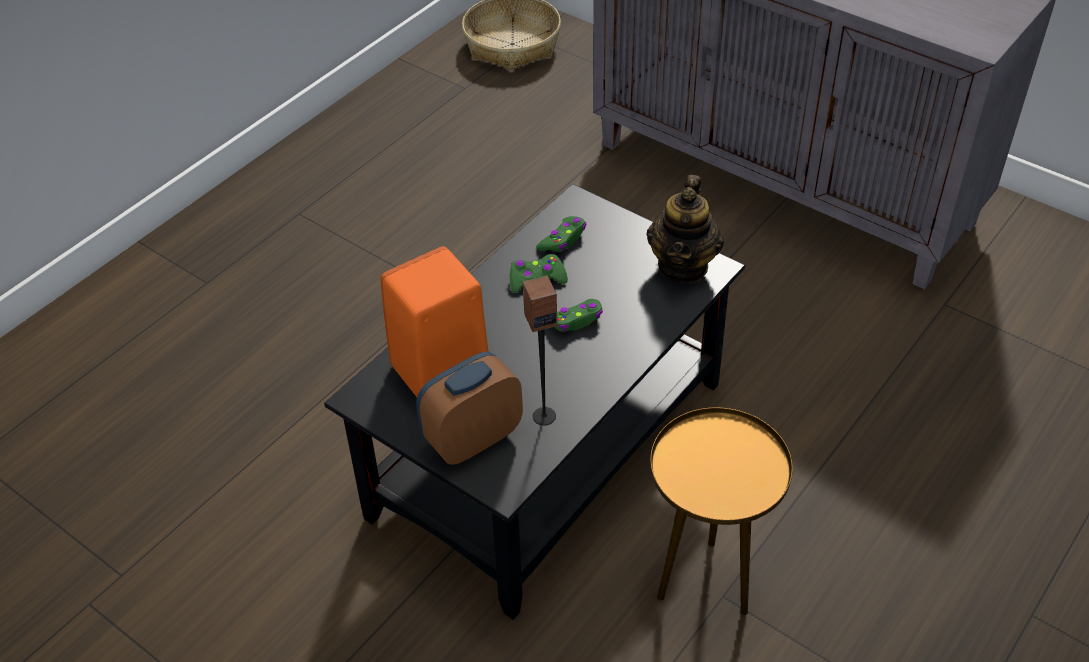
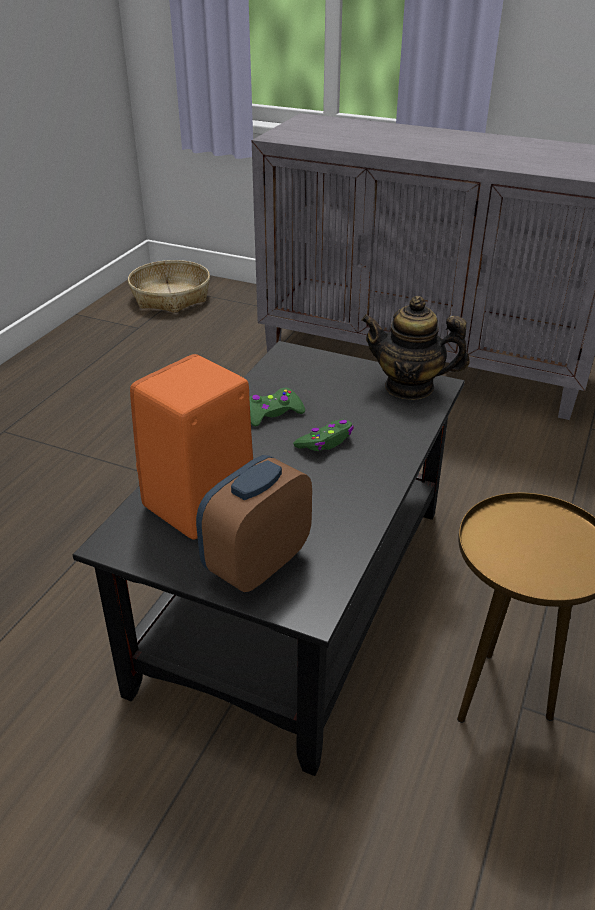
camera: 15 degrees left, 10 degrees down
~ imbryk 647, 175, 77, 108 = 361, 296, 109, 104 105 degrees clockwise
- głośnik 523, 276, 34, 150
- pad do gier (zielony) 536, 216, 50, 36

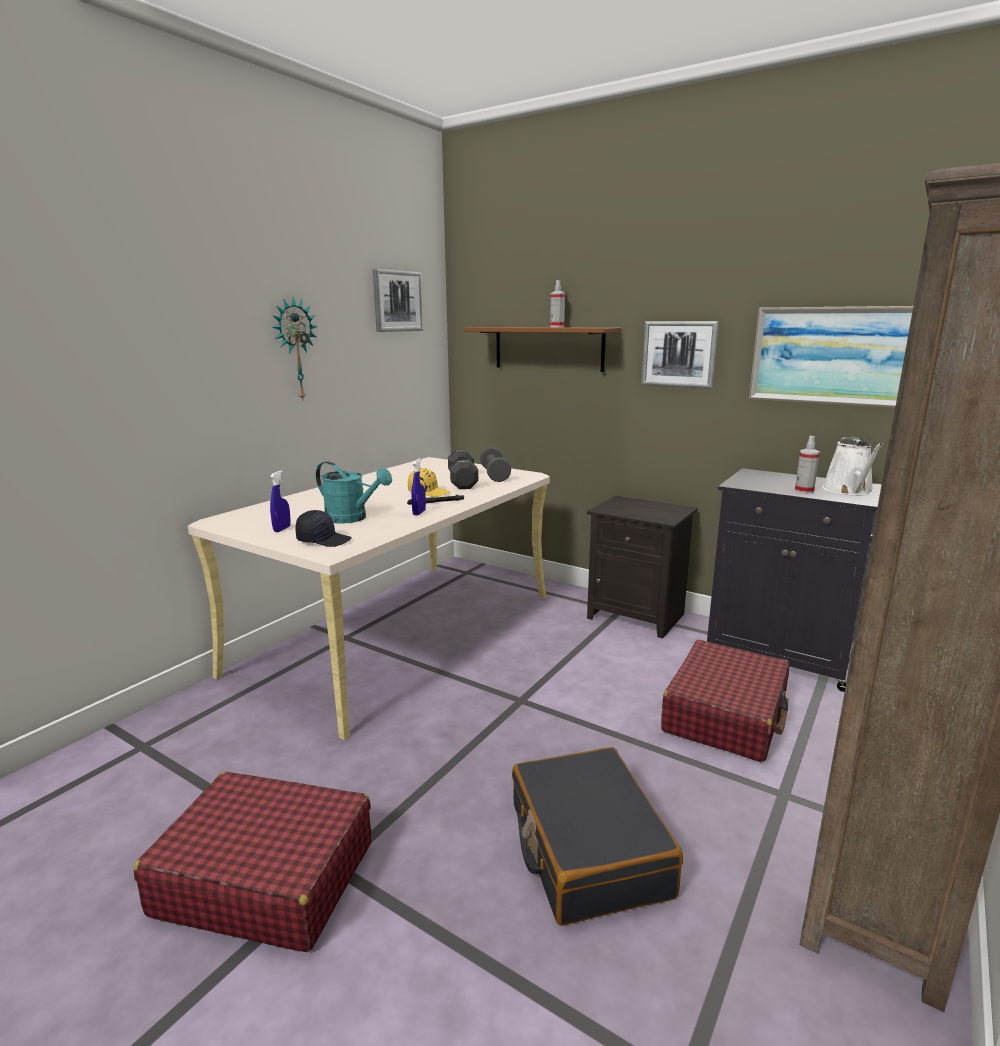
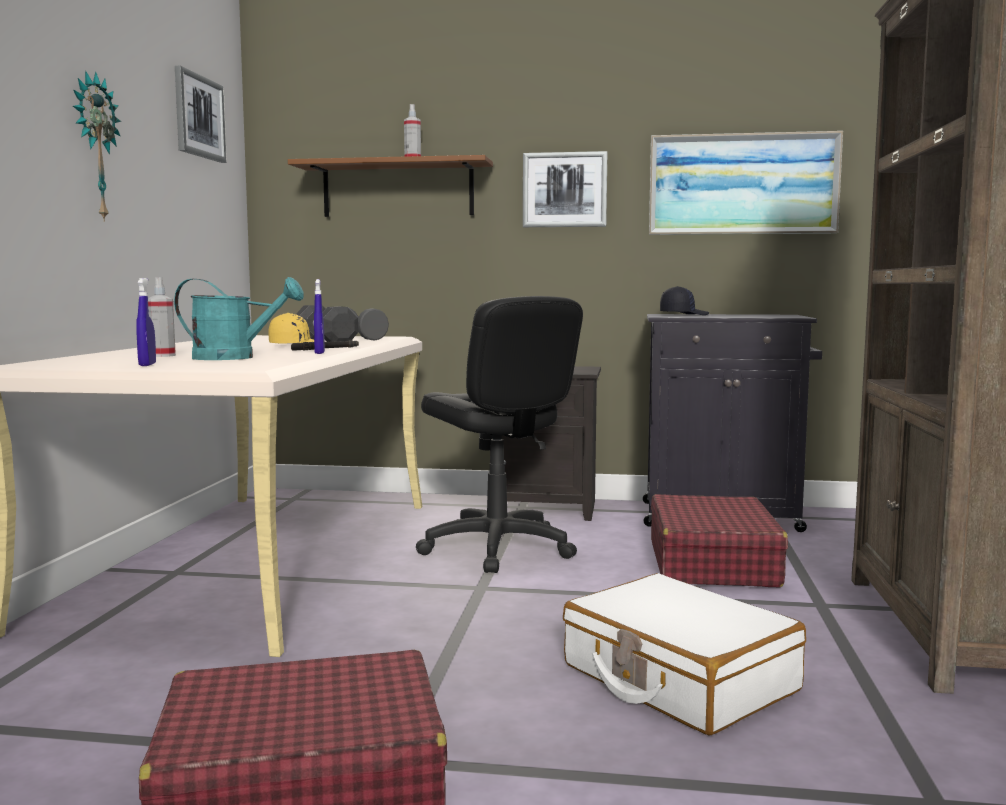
camera: 25 degrees left, 10 degrees down
~ spryskiwacz 795, 436, 25, 58 to 148, 277, 28, 80
+ krzesło biurowe (czarny) 416, 296, 167, 277
~ walizka (czarny) 512, 747, 171, 179 to walizka (biały) 563, 573, 243, 162
~ czapka z daszkiem (czarny) 296, 510, 56, 37 to 660, 286, 49, 29
- konewka (biały) 822, 437, 61, 59

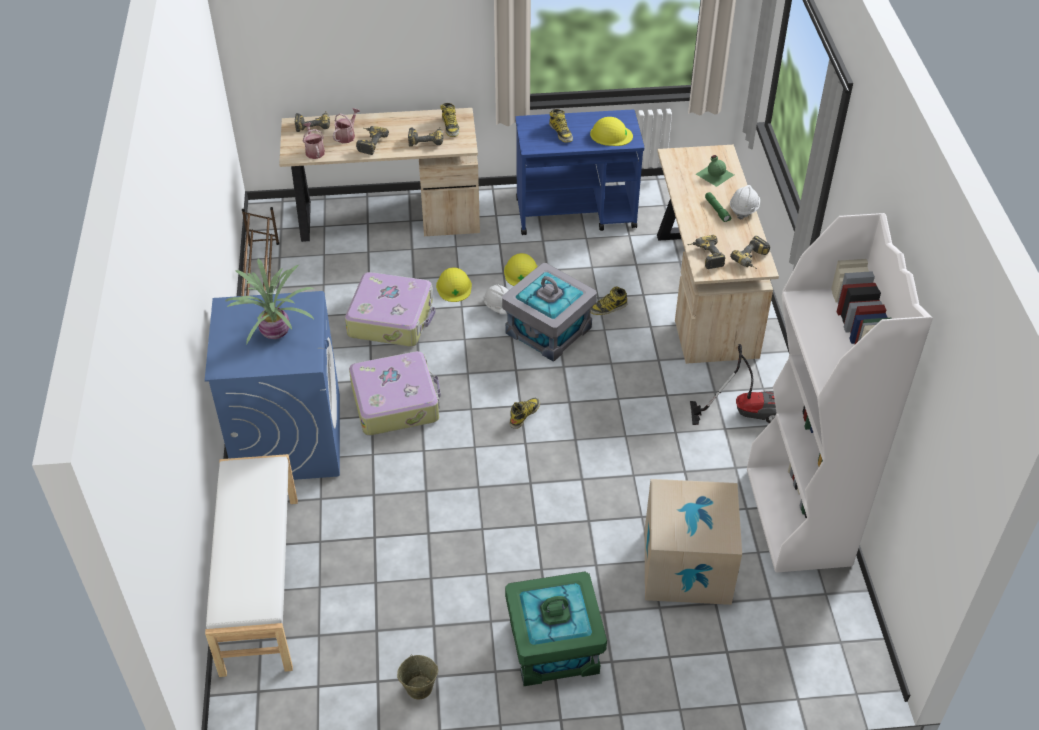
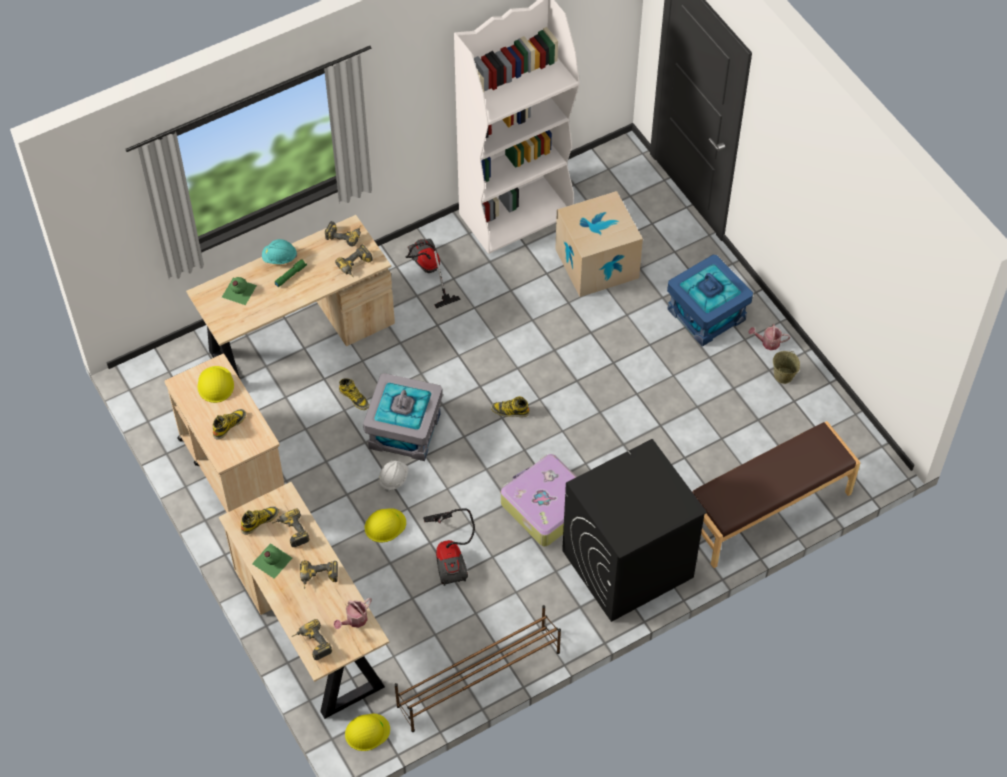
camera: 115 degrees left, 10 degrees up
~ wózek (niebieski) 515, 110, 129, 125 to wózek (beżowy) 164, 354, 121, 159
+ butelka (zielony) 252, 543, 40, 36
~ kask (biały) 730, 185, 30, 35 to kask (turkusowy) 262, 239, 35, 25
~ kask (żółty) 504, 253, 34, 33 to 345, 714, 45, 37
~ walizka 345, 272, 91, 74 to odkurzacz 423, 508, 52, 78
~ pralka (niebieski) 205, 291, 135, 189 to pralka (czarny) 562, 439, 145, 183
~ pojemnik do przechowywania (zielony) 505, 572, 102, 114 to pojemnik do przechowywania (niebieski) 667, 255, 86, 92
~ ławka (biały) 205, 454, 93, 223 to ławka (brązowy) 692, 421, 169, 147
~ konewka 333, 108, 27, 35 to 748, 324, 42, 26
- roślina doniczkowa 225, 259, 89, 86

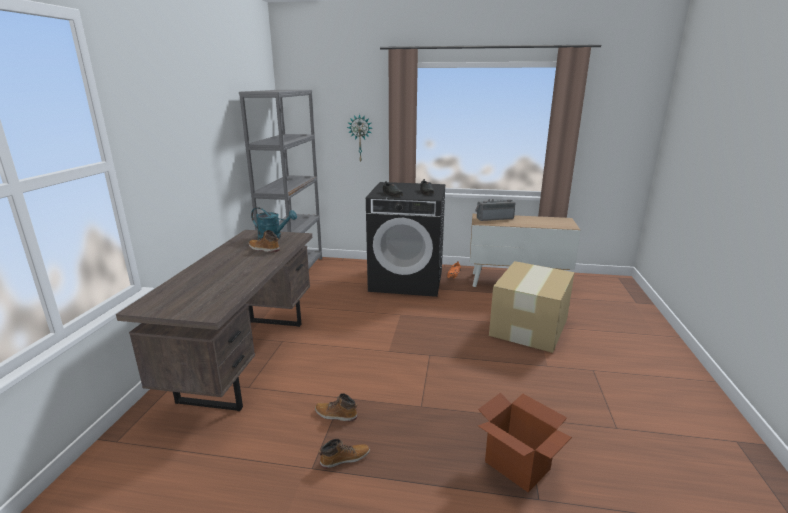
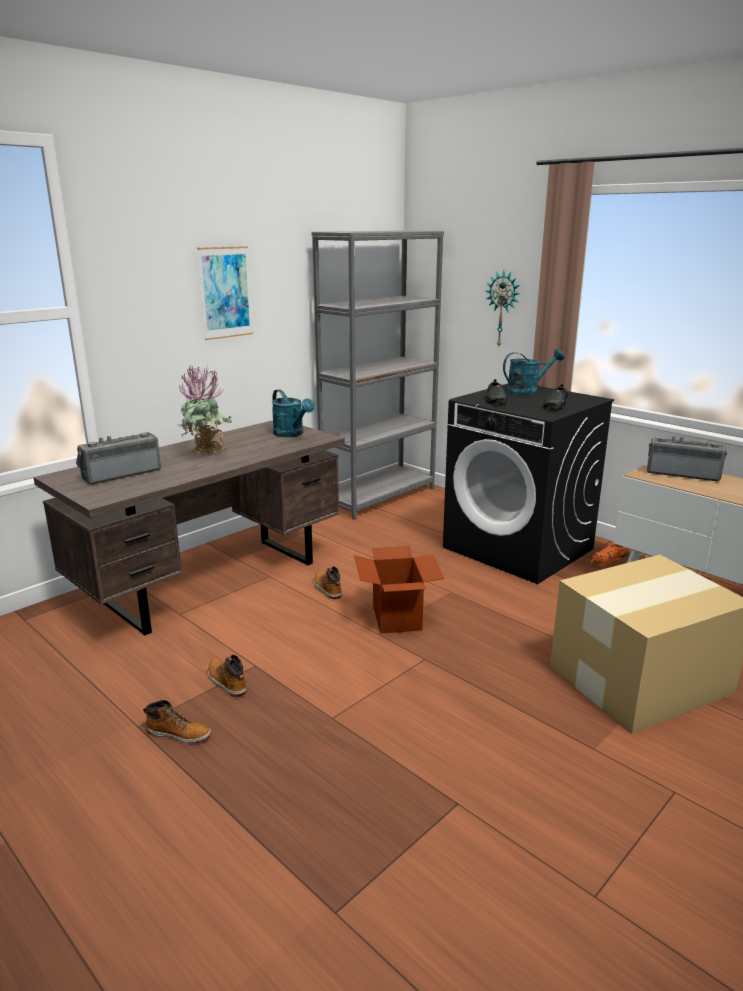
camera: 35 degrees right, 0 degrees up
+ radio 76, 432, 85, 53
+ roślina doniczkowa 177, 366, 56, 90
+ obraz 198, 246, 55, 94
~ but z cholewką 249, 230, 31, 22 to 314, 566, 28, 33
~ karton 478, 393, 94, 99 to 354, 546, 91, 88
+ konewka (turkusowy) 503, 349, 61, 47

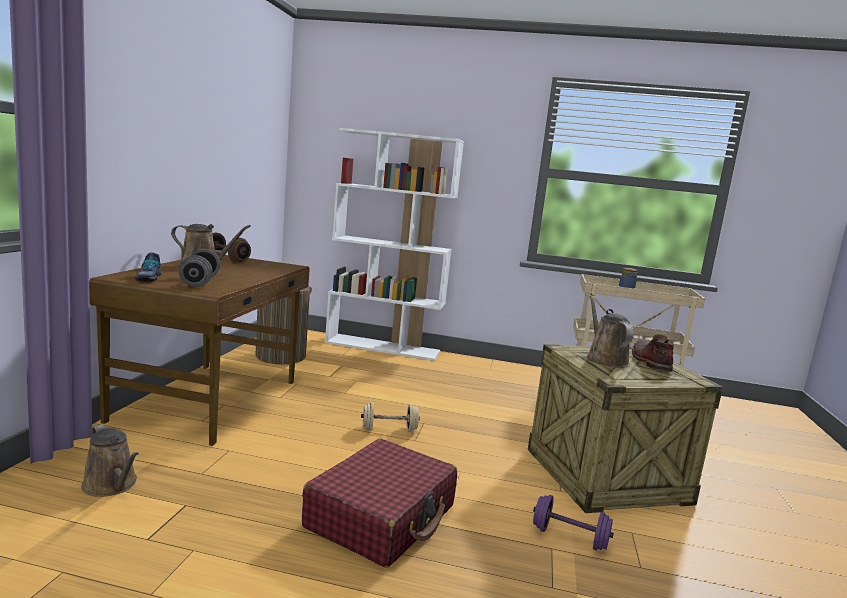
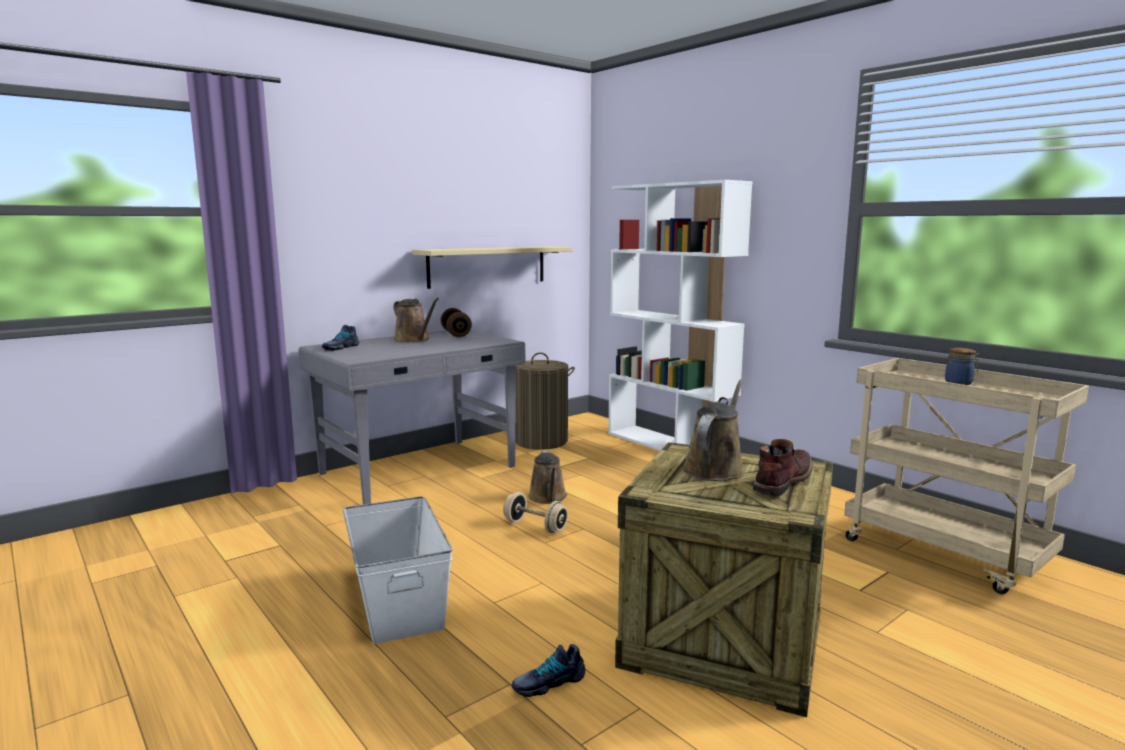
camera: 40 degrees right, 0 degrees up
~ biurko (brązowy) 89, 255, 221, 191 to biurko (szary) 299, 331, 227, 173
~ walizka (czerwony) 302, 439, 155, 129 to pojemnik do przechowywania (biały) 343, 496, 110, 148
+ półka (beżowy) 412, 246, 161, 43
~ hantel (fioletowy) 533, 495, 81, 56 to but 512, 644, 73, 53
~ konewka (brązowy) 81, 424, 58, 73 to 528, 450, 39, 54
- hantel (szary) 179, 249, 41, 38

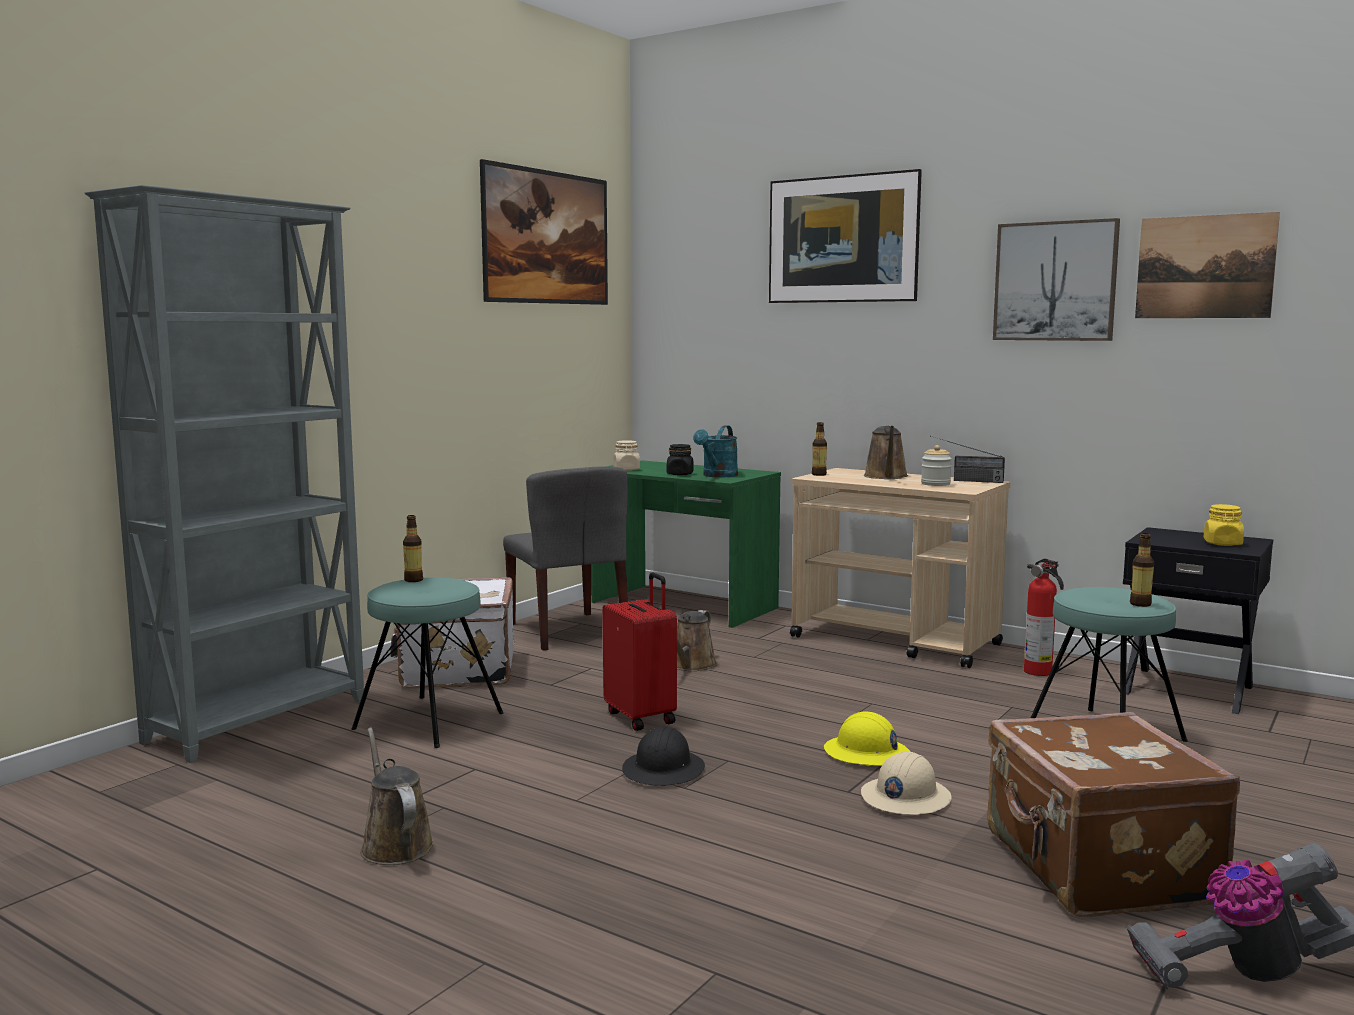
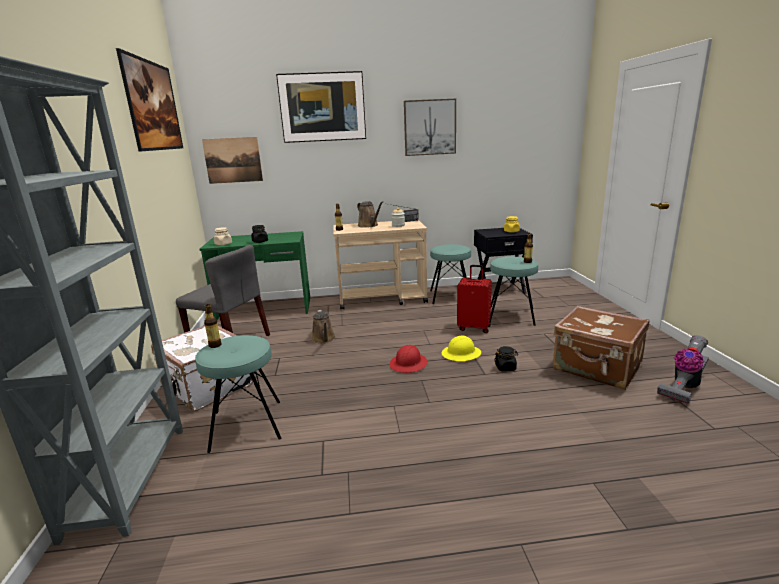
camera: 40 degrees left, 10 degrees up
~ obraz 1135, 212, 145, 106 to 202, 137, 61, 47
+ kask (czerwony) 390, 345, 37, 28
~ gaśnica 1024, 558, 40, 118 to stołek (turkusowy) 430, 244, 41, 60
~ walizka (czerwony) 602, 573, 75, 158 to 457, 265, 35, 68
~ kask (beżowy) 861, 751, 91, 64 to słoik (czarny) 494, 346, 25, 25
- konewka (brązowy) 360, 728, 74, 137
- kask (czarny) 622, 726, 83, 60
- konewka (turkusowy) 693, 425, 45, 52

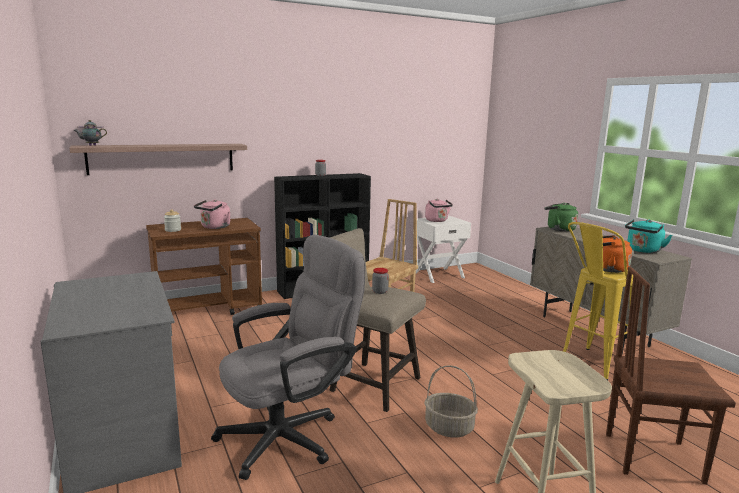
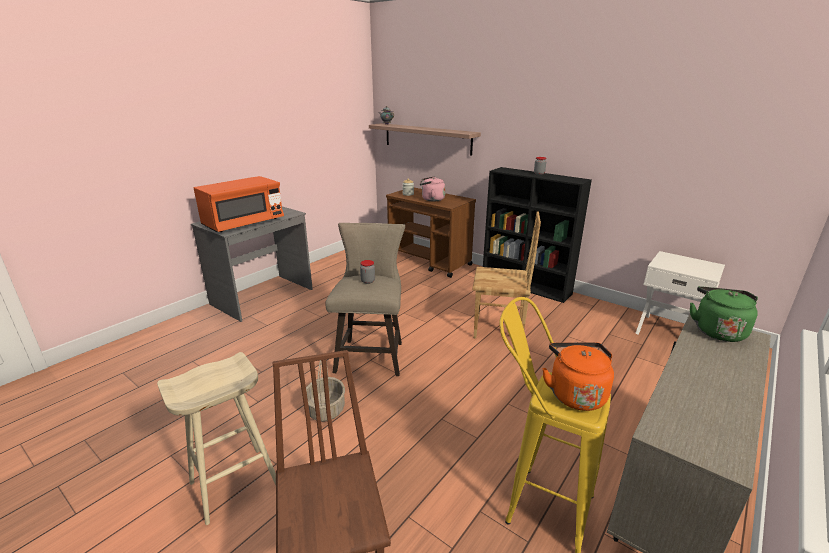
camera: 65 degrees right, 10 degrees up
+ mikrofalówka (pomarańczowy) 194, 176, 90, 56
- krzesło biurowe (szary) 211, 234, 155, 246
- czajnik (różowy) 425, 199, 28, 23
- czajnik (turkusowy) 625, 219, 47, 34

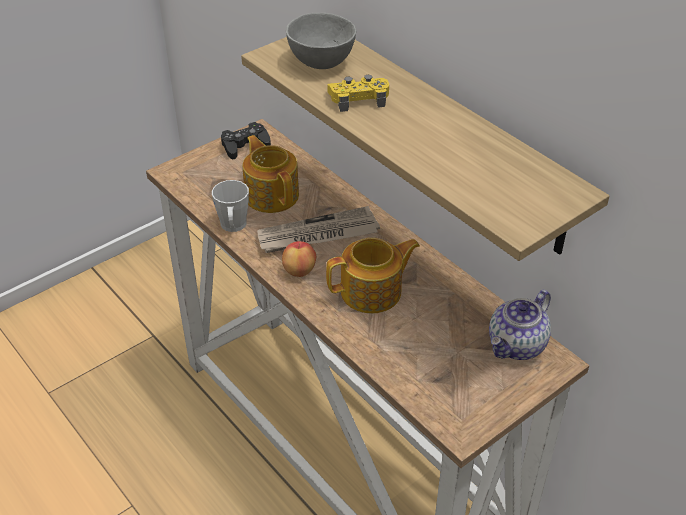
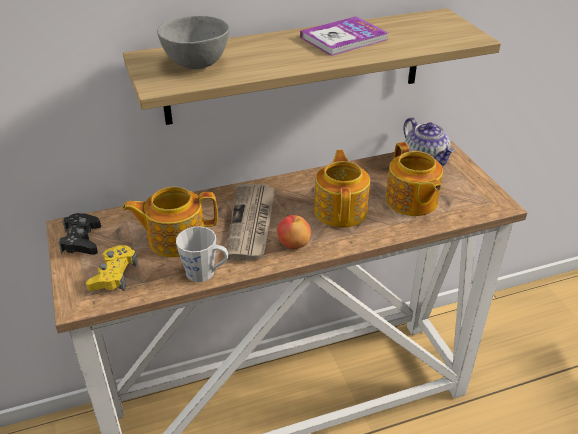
camera: 70 degrees left, 5 degrees down
~ pad do gier (żółty) 327, 75, 62, 37 to 86, 245, 52, 46
+ książka 300, 16, 89, 40
+ imbryk 386, 142, 57, 74

